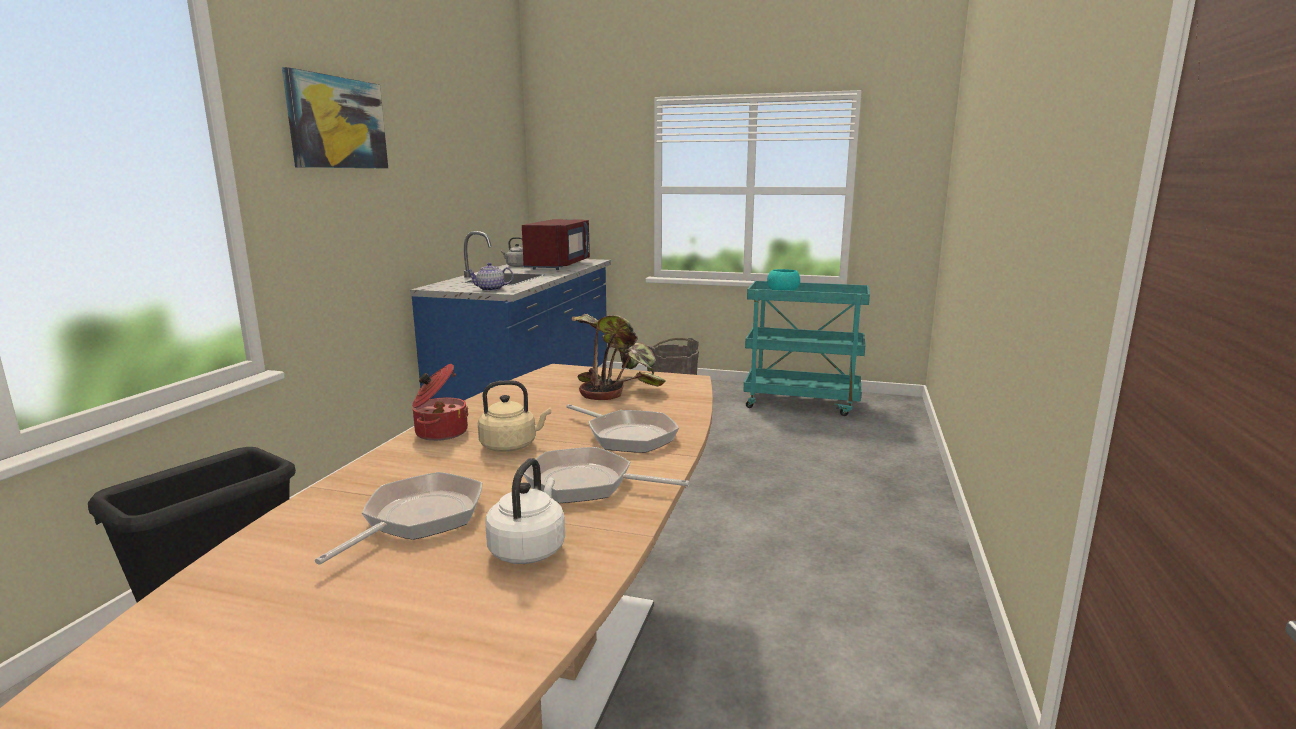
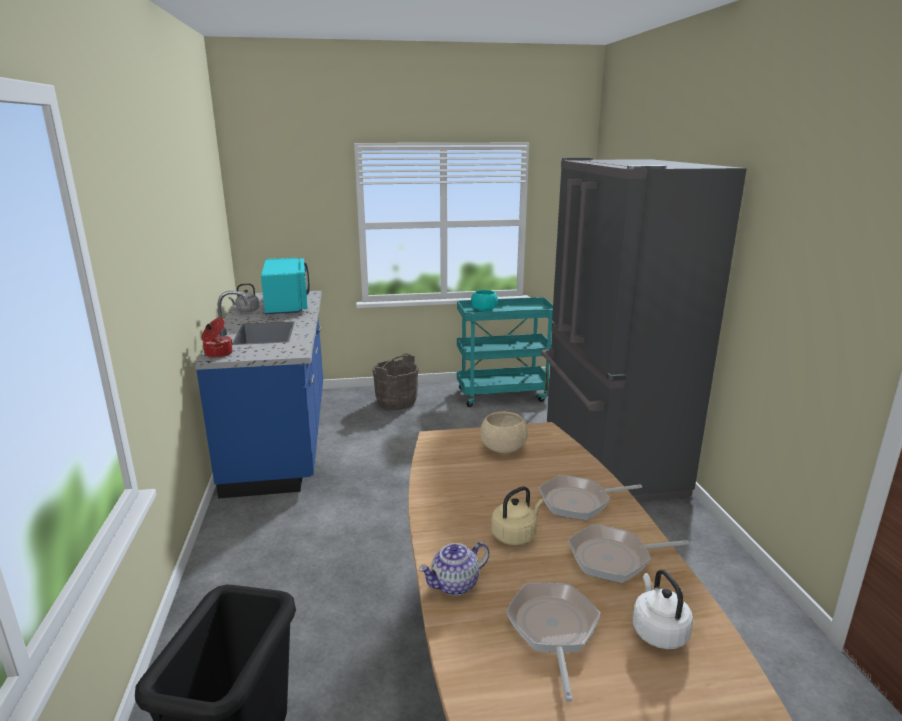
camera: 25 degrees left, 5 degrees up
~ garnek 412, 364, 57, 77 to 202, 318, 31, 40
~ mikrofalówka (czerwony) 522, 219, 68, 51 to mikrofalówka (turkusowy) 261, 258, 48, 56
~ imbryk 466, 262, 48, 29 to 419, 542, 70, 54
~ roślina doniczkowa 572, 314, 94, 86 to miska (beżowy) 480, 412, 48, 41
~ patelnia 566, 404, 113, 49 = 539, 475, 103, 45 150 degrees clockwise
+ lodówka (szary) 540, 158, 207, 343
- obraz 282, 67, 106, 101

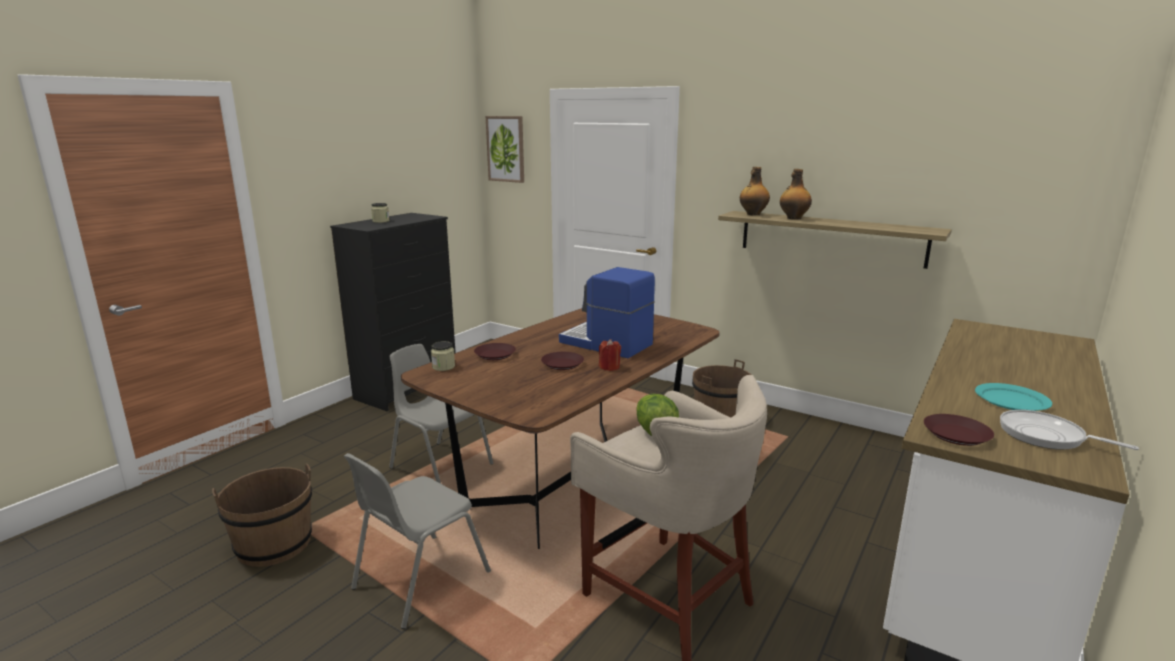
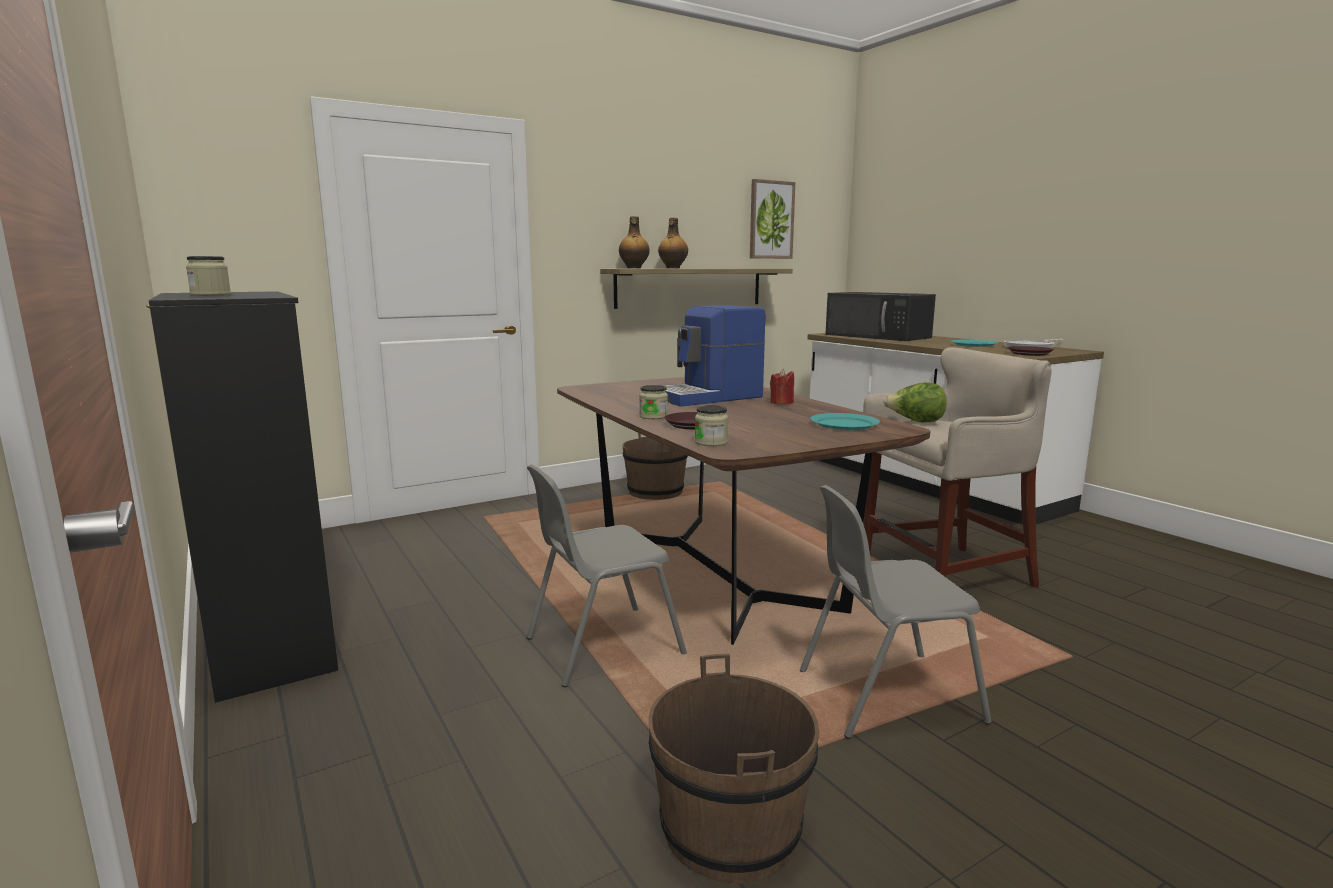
camera: 65 degrees left, 5 degrees down
+ słoik 639, 385, 29, 34
~ obraz 486, 116, 38, 67 to 750, 179, 45, 80
~ krzesło (szary) 344, 453, 147, 176 = 800, 485, 192, 254 105 degrees clockwise
+ talerz (turkusowy) 810, 413, 70, 17
+ mikrofalówka (czarny) 825, 292, 111, 49
- talerz (brązowy) 541, 352, 43, 18

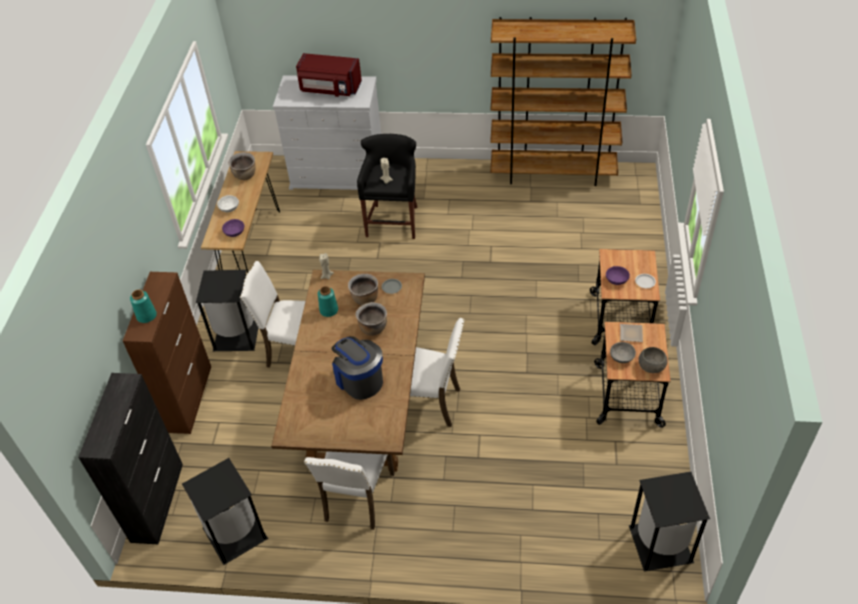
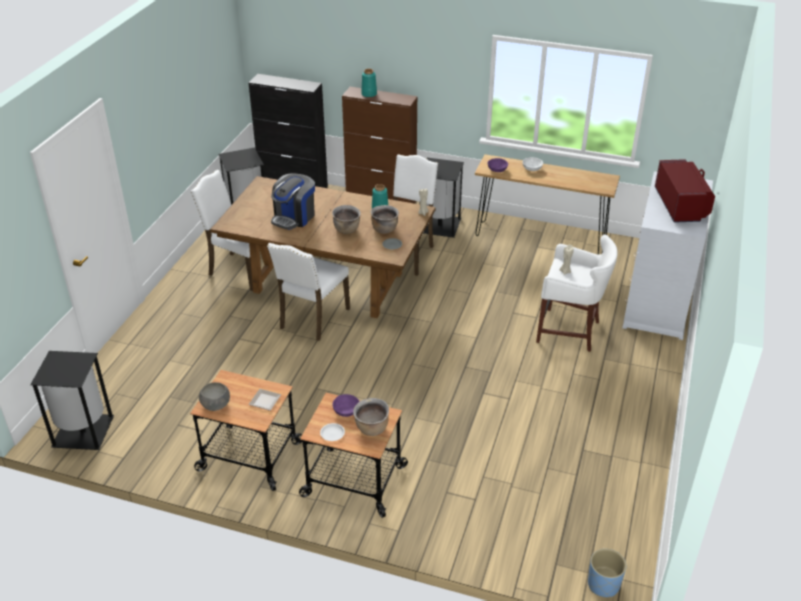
camera: 100 degrees right, 10 degrees down
~ ekspres do kawy 332, 336, 51, 64 = 271, 174, 44, 56 150 degrees clockwise
~ garnek (brązowy) 228, 152, 28, 28 to 353, 398, 36, 38
~ stołek (czarny) 357, 134, 60, 105 to stołek (biały) 536, 234, 81, 118
+ donica (niebieski) 588, 549, 38, 49
~ mikrofalówka (czerwony) 296, 53, 66, 44 = 655, 159, 60, 64 150 degrees clockwise
- regał (brązowy) 490, 17, 146, 169
- miska (szary) 610, 342, 26, 21

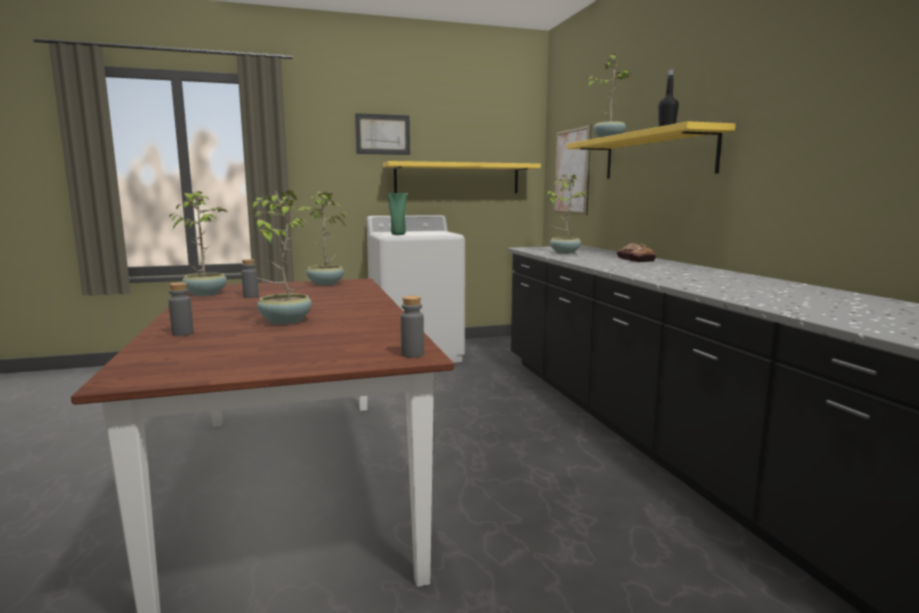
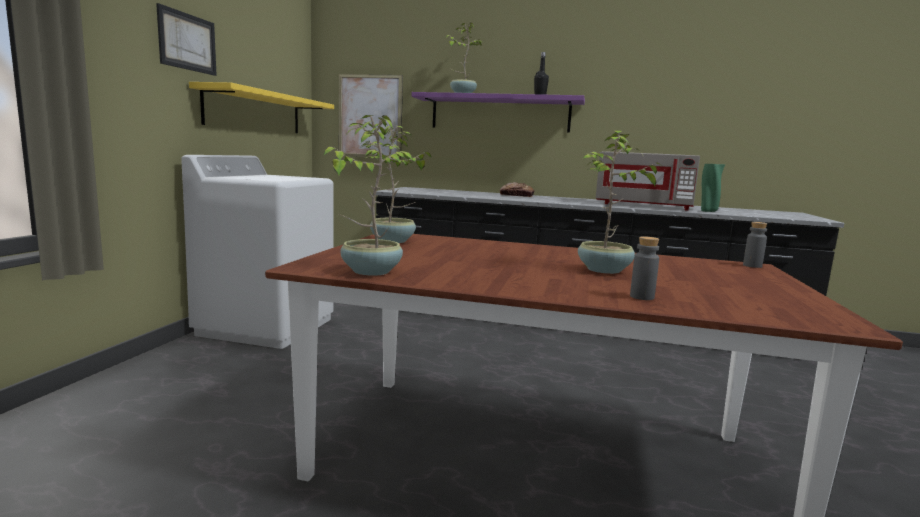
camera: 60 degrees left, 0 degrees up
~ półka (żółty) 567, 121, 169, 58 to półka (fioletowy) 411, 92, 174, 40
+ mikrofalówka (szary) 596, 151, 104, 60
~ wazon (zielony) 388, 193, 19, 42 to 701, 164, 24, 48
- butelka (szary) 242, 259, 17, 39
- roślina doniczkowa 547, 175, 40, 79

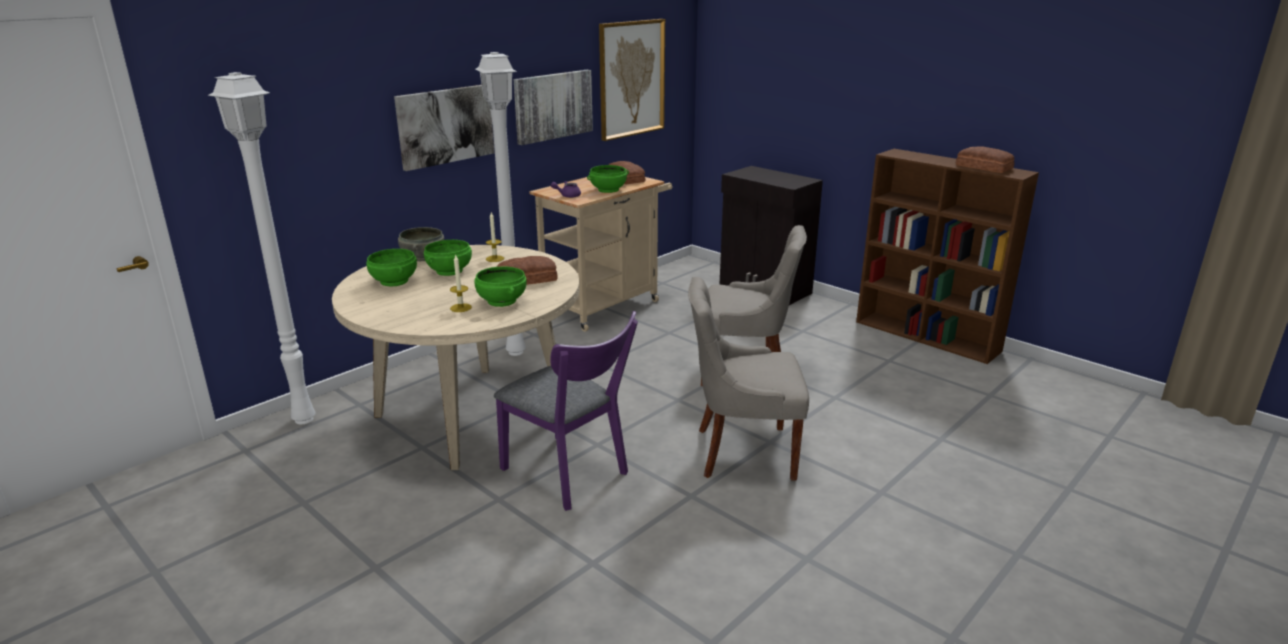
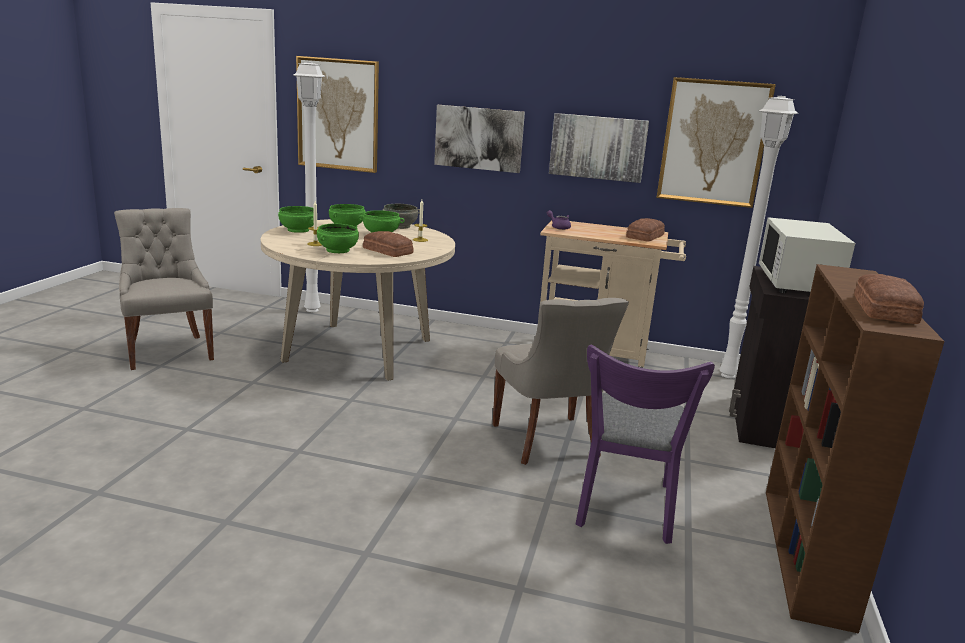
camera: 60 degrees right, 5 degrees down
~ krzesło (szary) 688, 277, 121, 204 to 114, 208, 100, 162
~ miska (zielony) 587, 165, 42, 28 to 278, 206, 36, 27
+ obraz 296, 56, 83, 117
~ krzesło (fioletowy) 494, 311, 144, 200 to 575, 345, 140, 199
~ lampa stojąca (biały) 475, 52, 51, 304 to 719, 96, 79, 282
+ mikrofalówka (biały) 759, 217, 96, 76

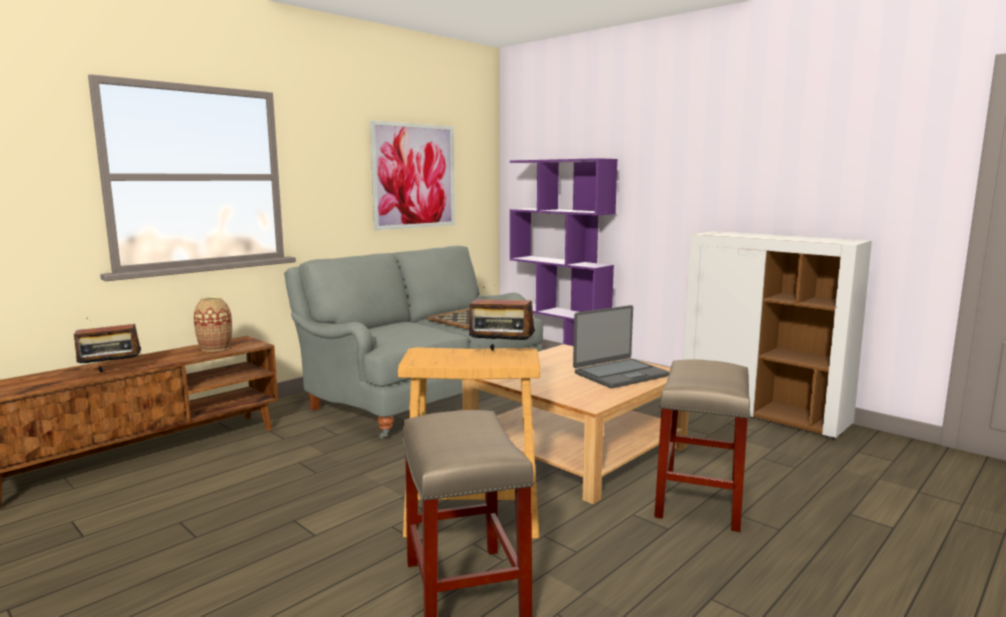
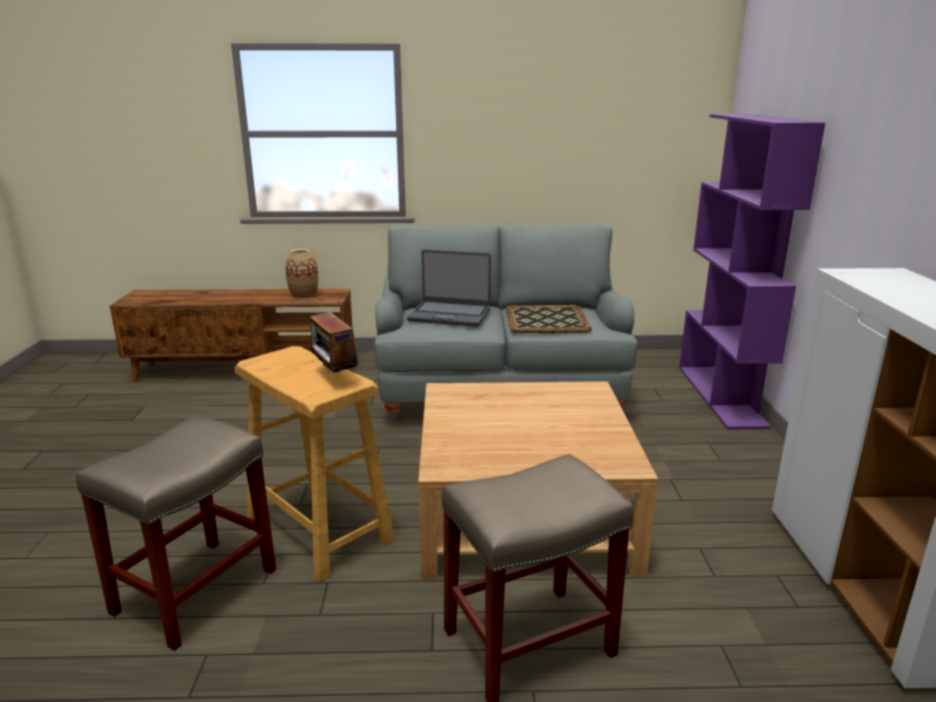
camera: 45 degrees right, 10 degrees up
~ laptop 573, 305, 96, 83 to 407, 250, 84, 77
- radio 74, 318, 67, 54
- obraz 370, 120, 85, 110

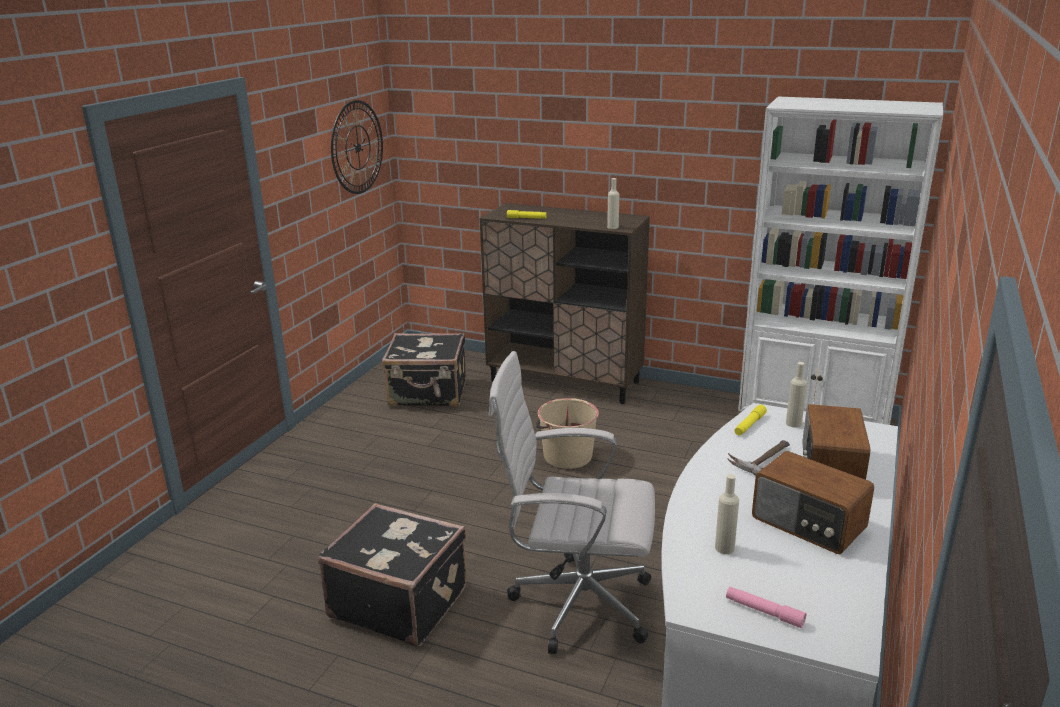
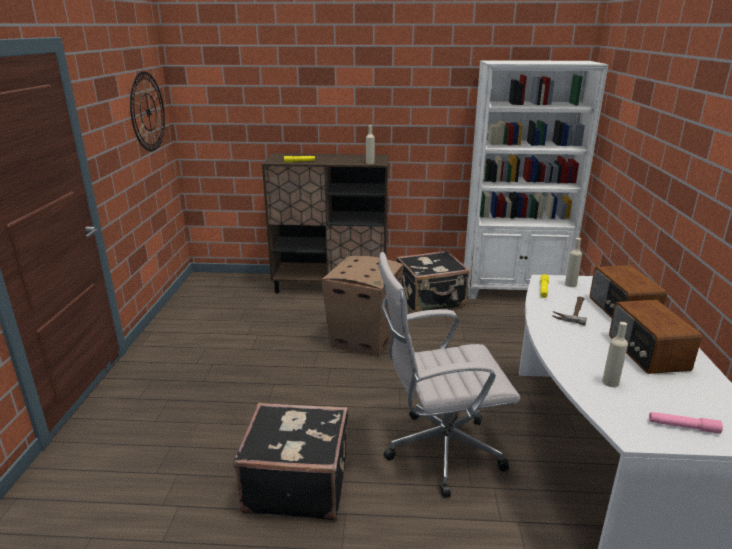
camera: 20 degrees left, 0 degrees up
~ wiadro (beżowy) 536, 398, 63, 71 to karton 321, 256, 83, 101
~ walizka (czarny) 382, 333, 84, 73 to 397, 250, 73, 63
~ radio 752, 451, 122, 103 = 609, 300, 93, 74 60 degrees clockwise

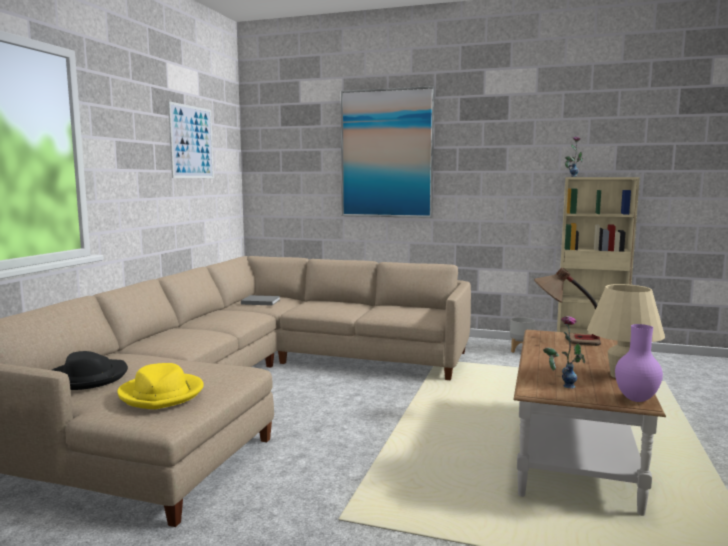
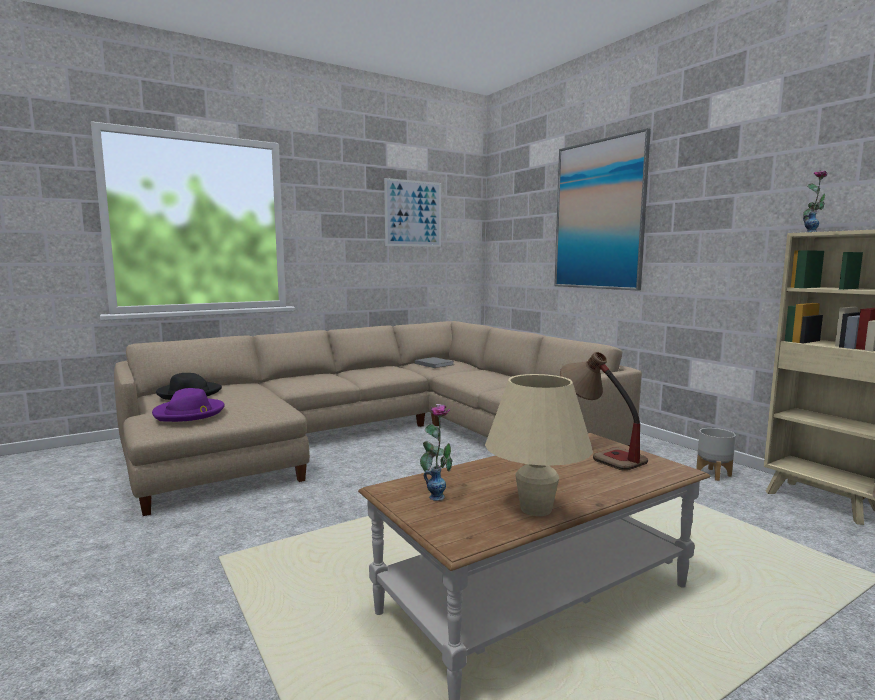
camera: 40 degrees right, 0 degrees up
~ kapelusz (żółty) 117, 363, 87, 46 to kapelusz (fioletowy) 152, 388, 73, 34
- wazon (fioletowy) 615, 324, 48, 78

